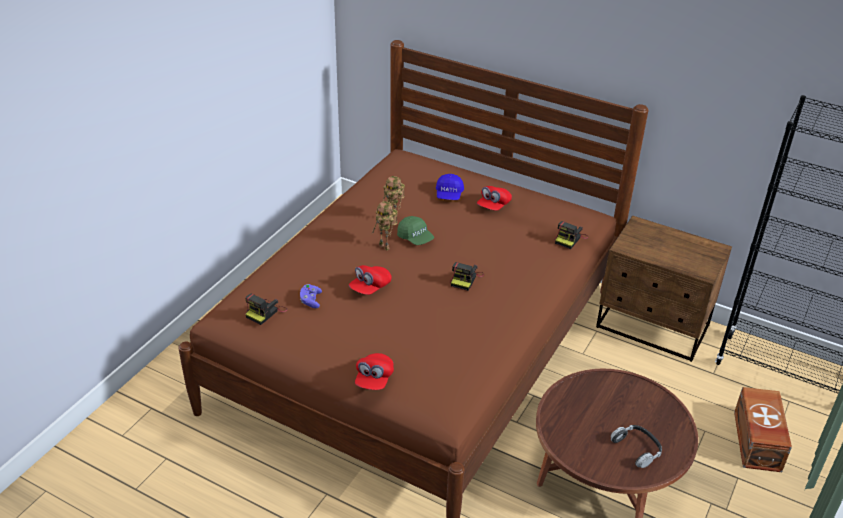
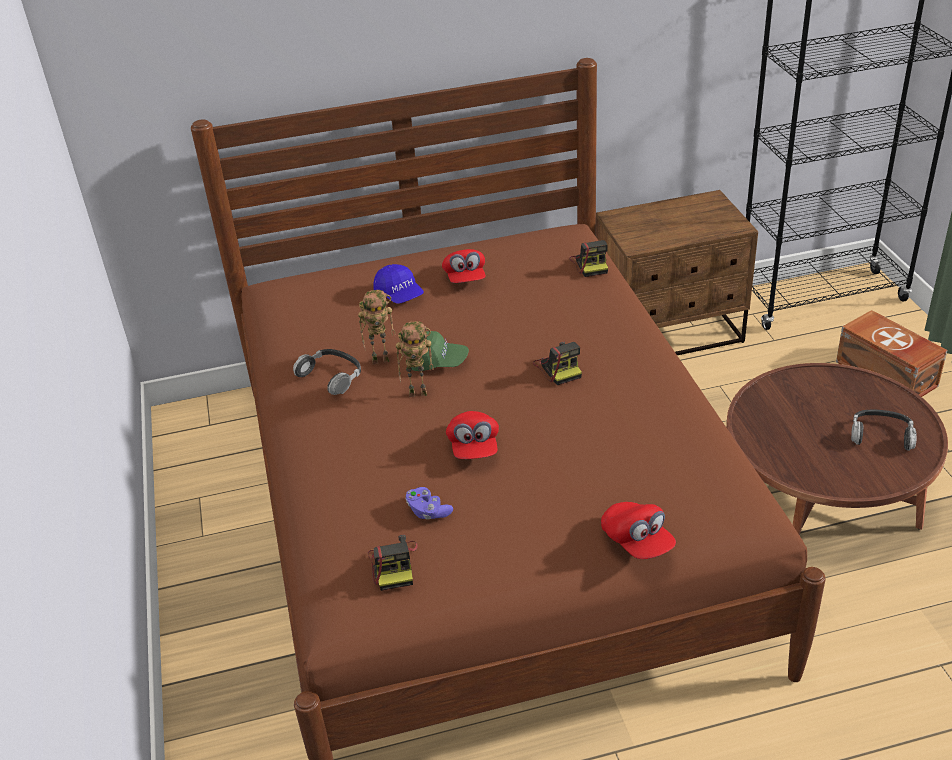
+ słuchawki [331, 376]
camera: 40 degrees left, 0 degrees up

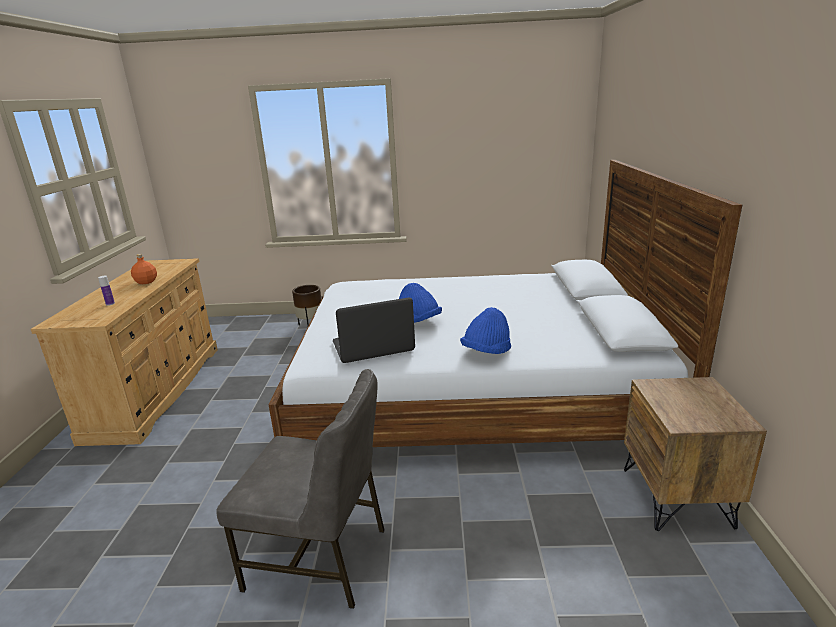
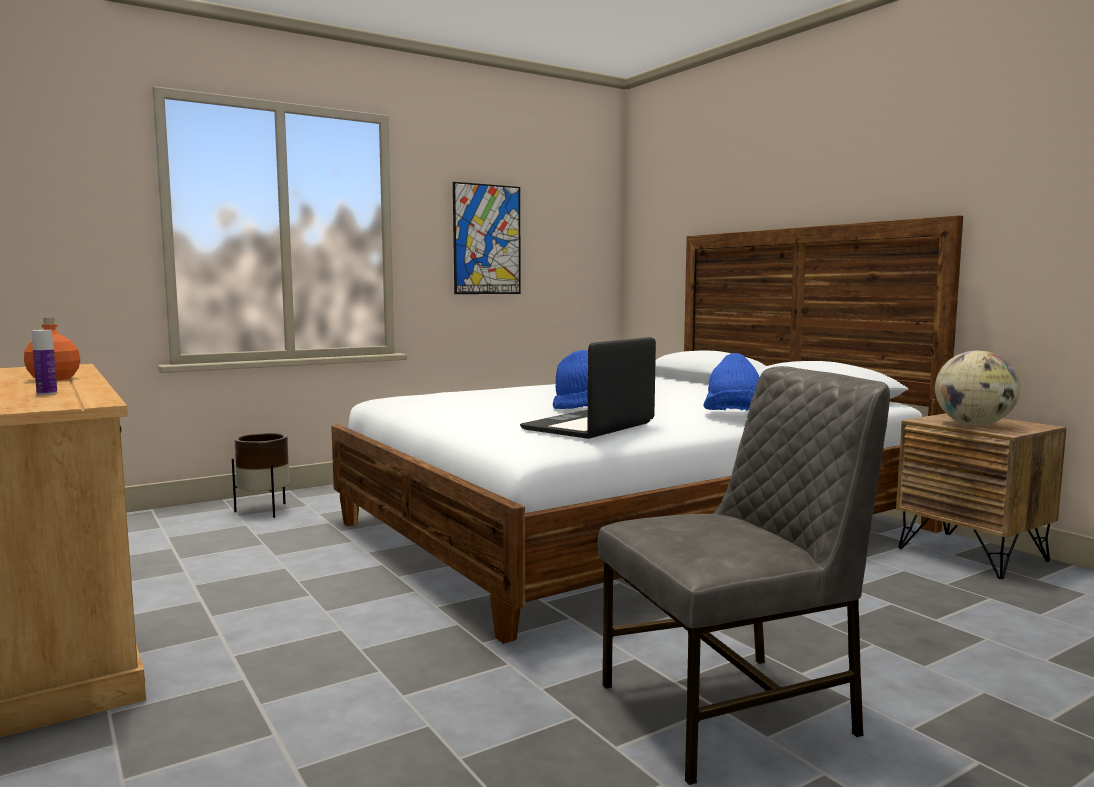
+ obraz [487, 239]
+ globus [974, 425]
camera: 35 degrees left, 15 degrees down

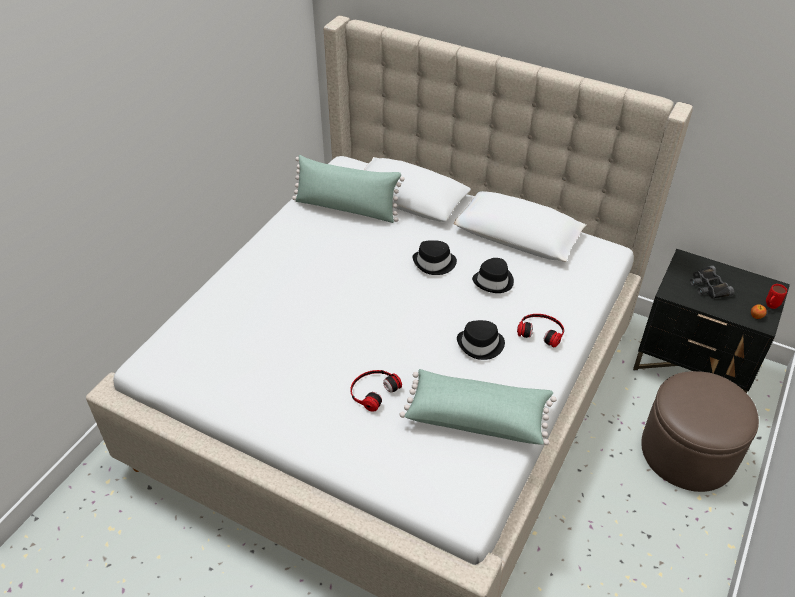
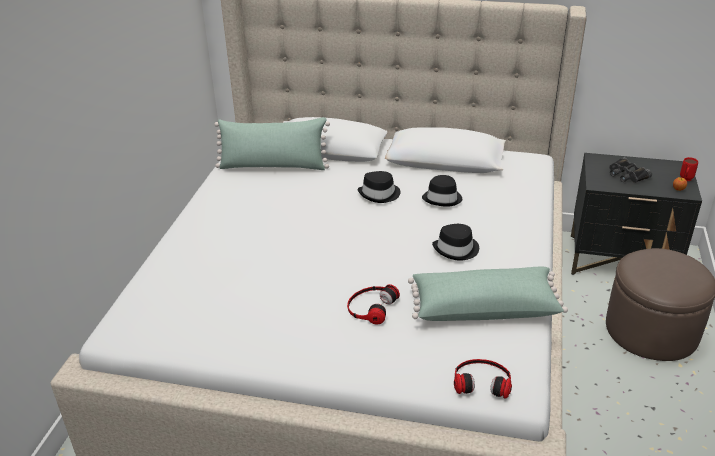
~ słuchawki [541, 331] to [482, 381]
camera: 15 degrees left, 10 degrees down

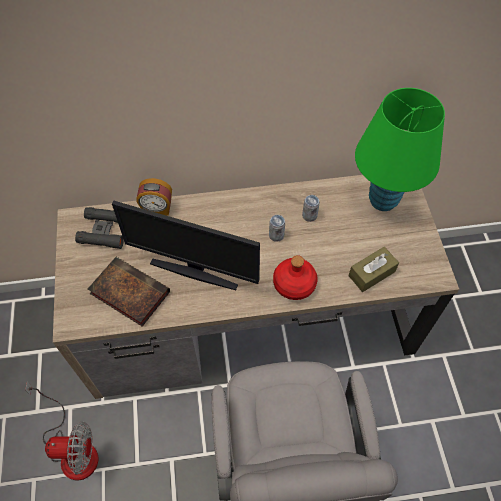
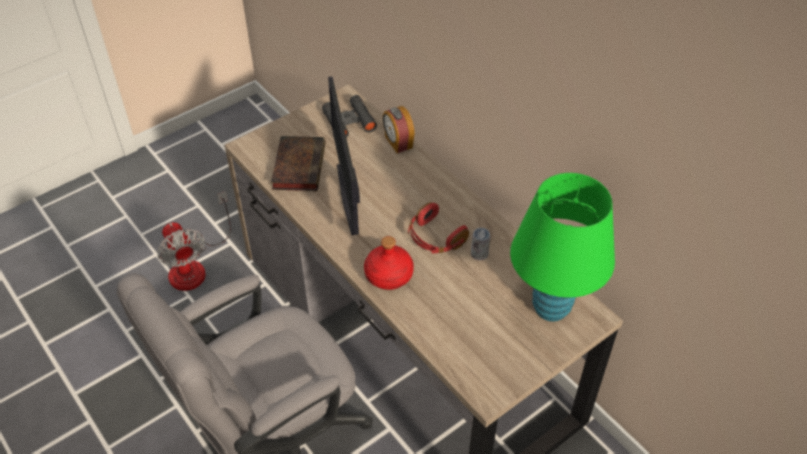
~ puszka [276, 235] to słuchawki [czerwony] [434, 238]
- pudełko chusteczek [brązowy] [371, 273]
camera: 60 degrees right, 10 degrees down

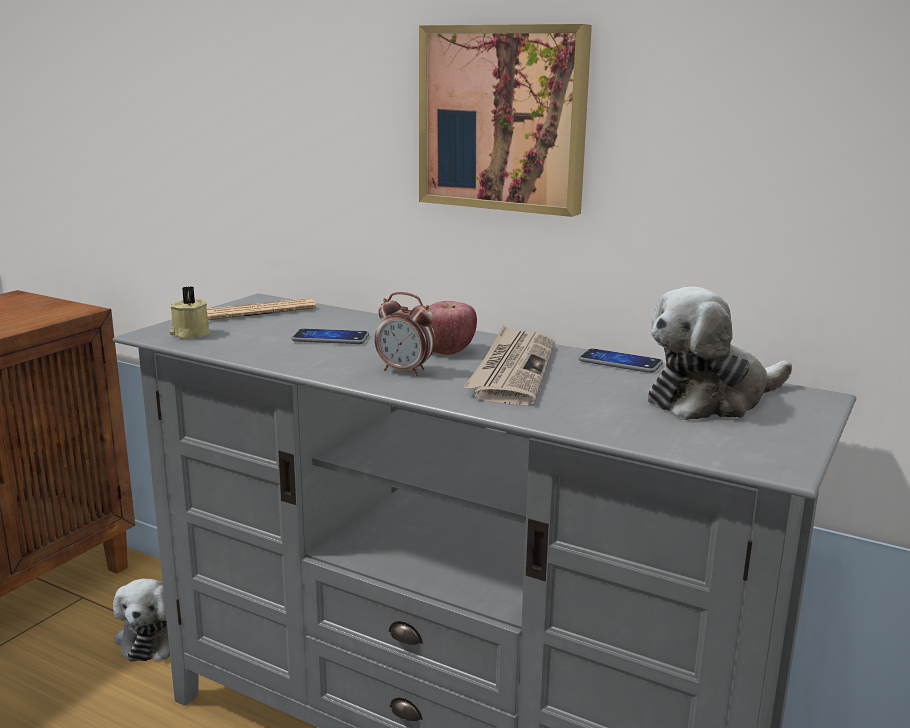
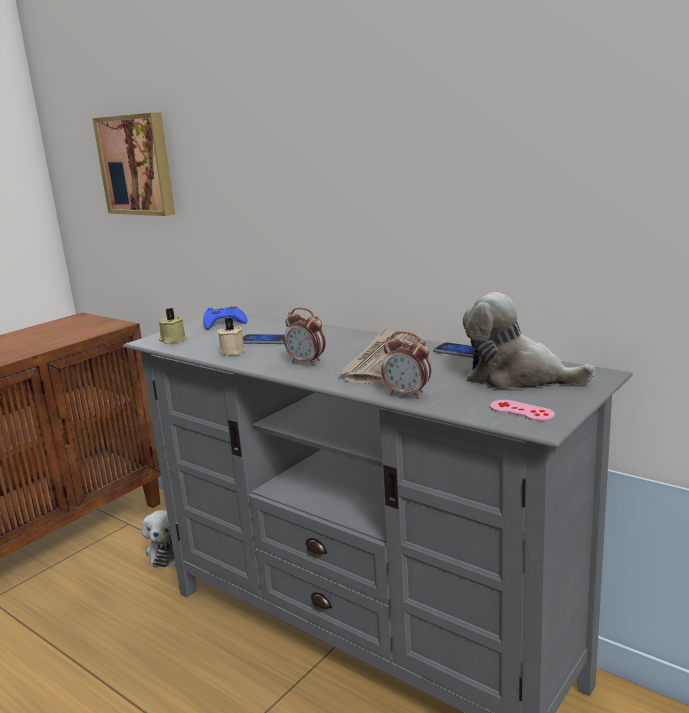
~ obraz [504, 118] to [138, 165]
~ pluszak [711, 399] = [517, 378] 45 degrees clockwise
~ gazeta [258, 312] to pad do gier [niebieski] [224, 323]
- jabłko [447, 351]
+ świeca [beżowy] [233, 351]
+ budzik [407, 394]
+ pad do gier [różowy] [521, 411]
camera: 10 degrees right, 0 degrees up

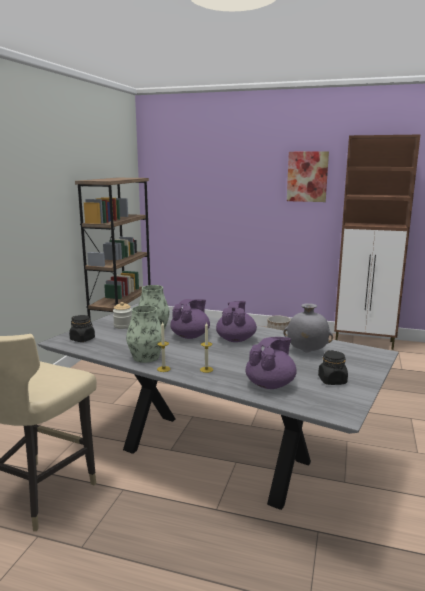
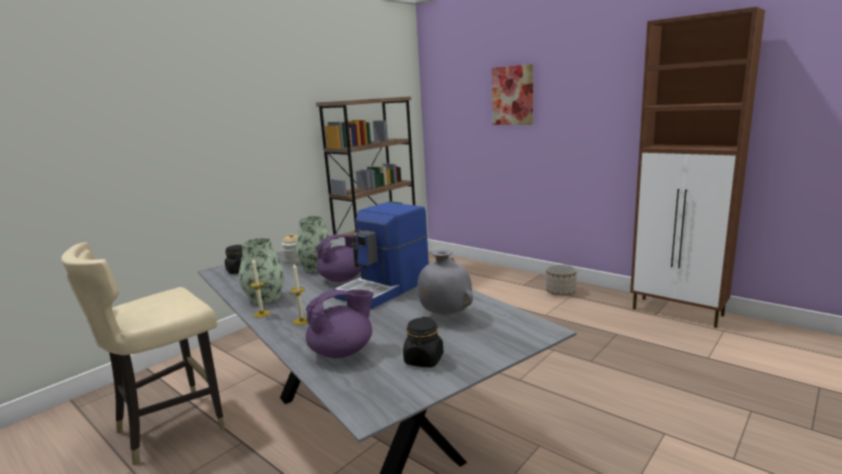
~ obraz [307, 176] to [513, 95]
~ imbryk [fioletowy] [236, 339] to ekspres do kawy [385, 288]
camera: 25 degrees right, 0 degrees up

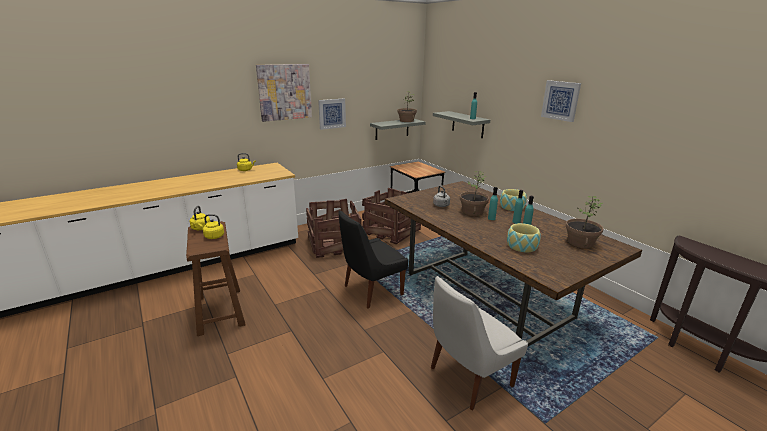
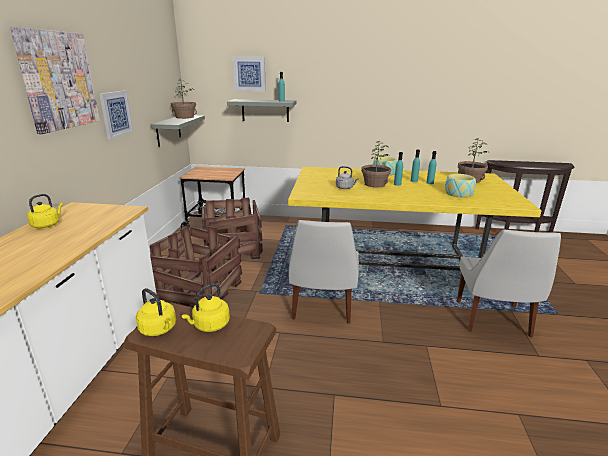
~ obraz [560, 100] to [249, 74]
~ stół jadalny [brązowy] [486, 295] to stół jadalny [żółty] [394, 260]
~ krzesło [czarny] [371, 291] to krzesło [biały] [322, 308]
camera: 50 degrees left, 0 degrees up

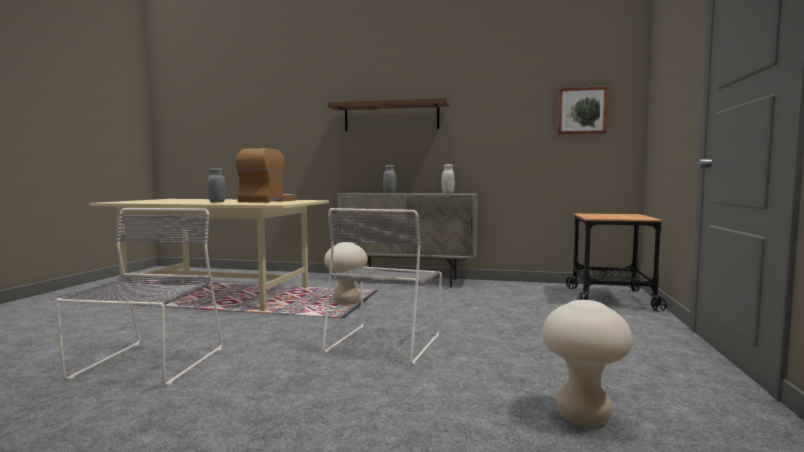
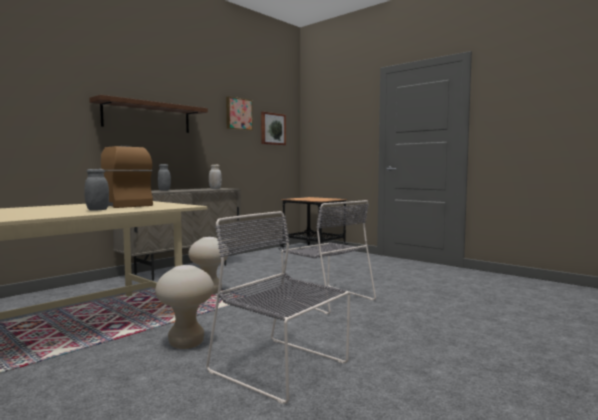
~ stołek [beżowy] [583, 417] to [186, 344]
+ obraz [238, 114]
camera: 60 degrees left, 0 degrees up

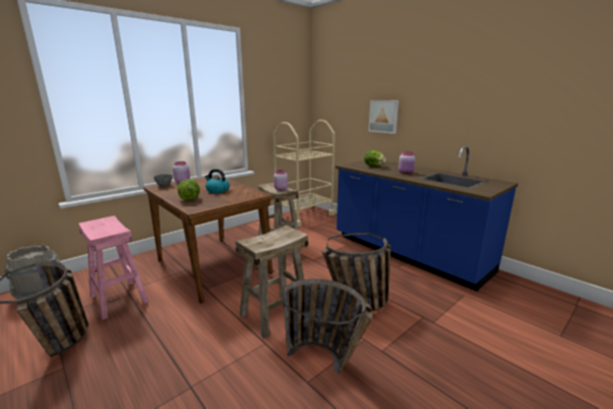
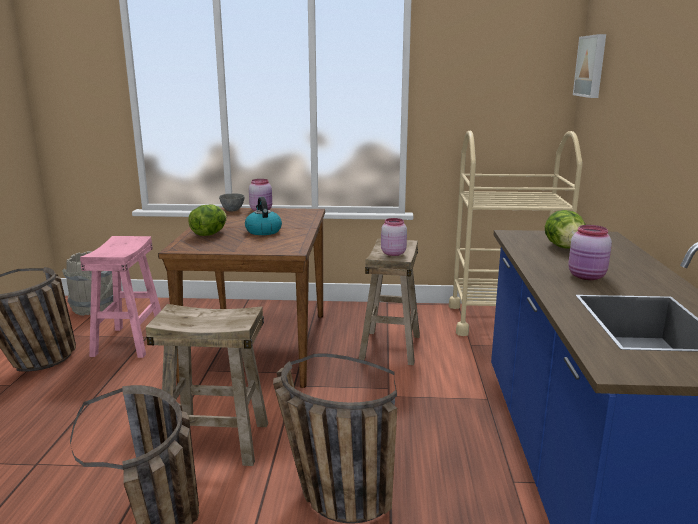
~ obraz [384, 116] to [592, 66]
camera: 45 degrees right, 0 degrees up

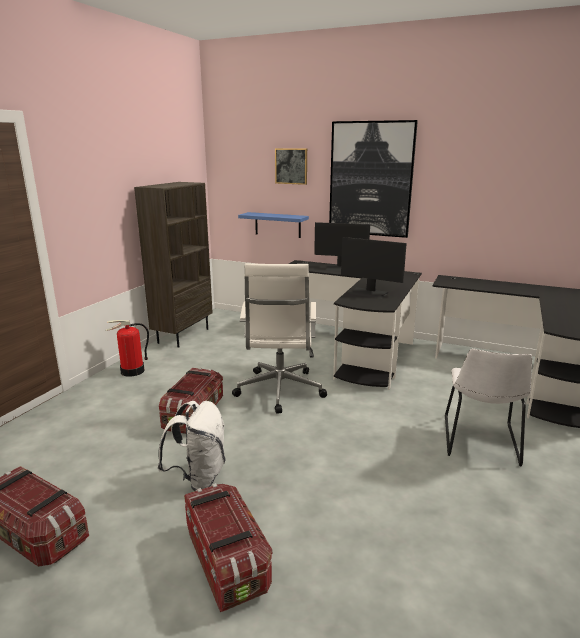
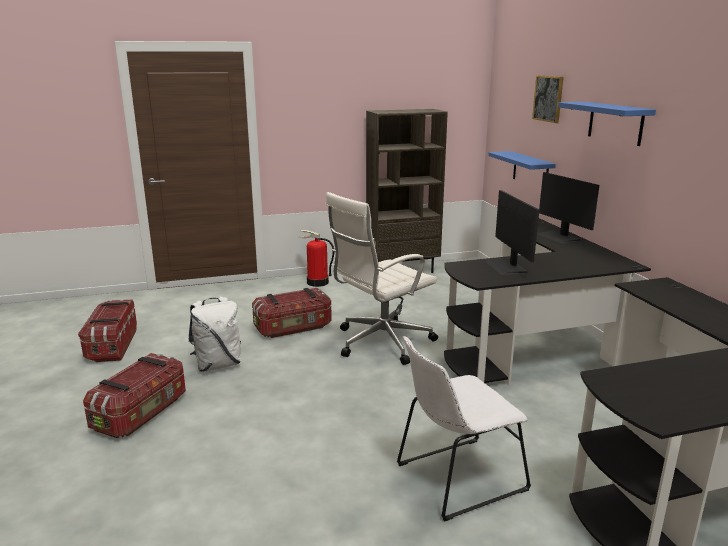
~ obraz [370, 179] to półka [niebieski] [615, 123]
camera: 50 degrees right, 0 degrees up

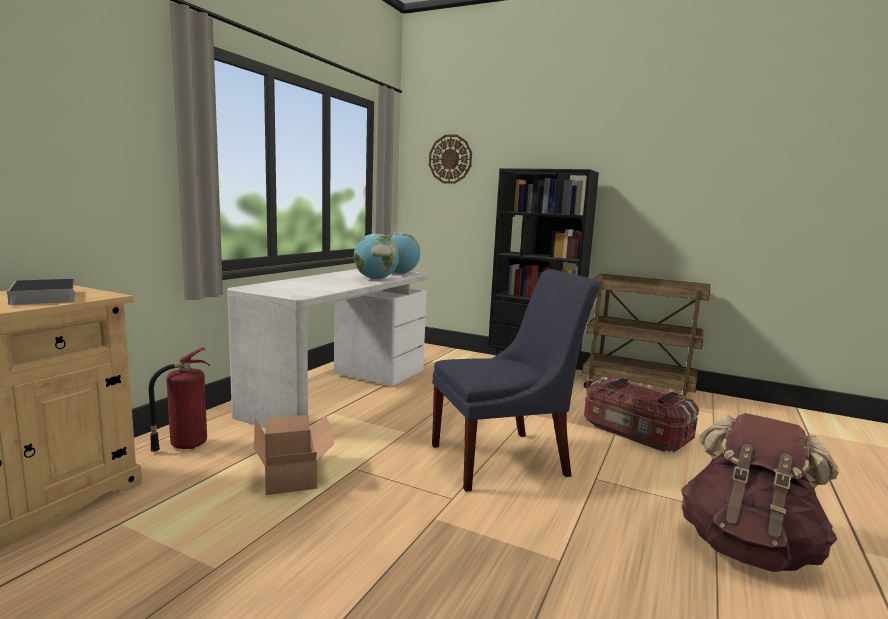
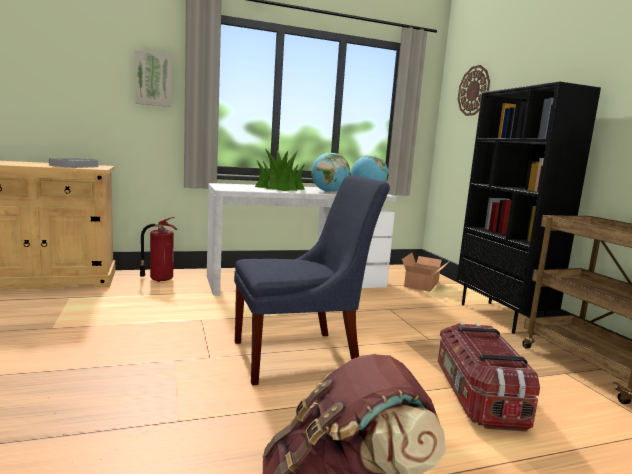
~ krzesło [niebieski] [505, 459] = [301, 356] 45 degrees counterclockwise
~ karton [293, 472] to [423, 284]
+ obraz [153, 79]
+ roślina doniczkowa [279, 188]
camera: 45 degrees right, 0 degrees up

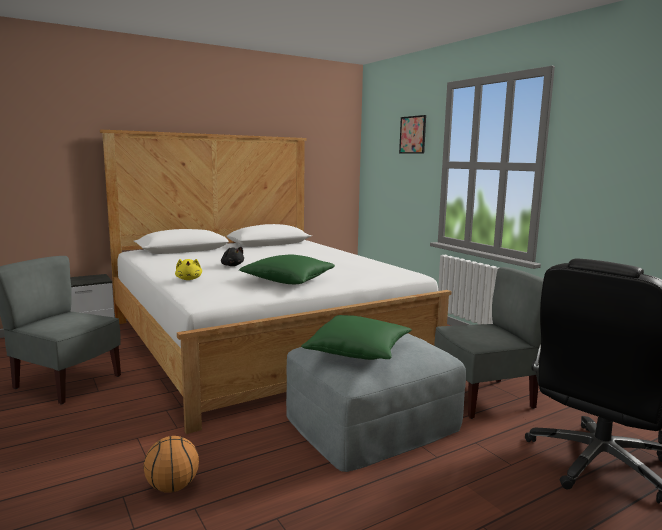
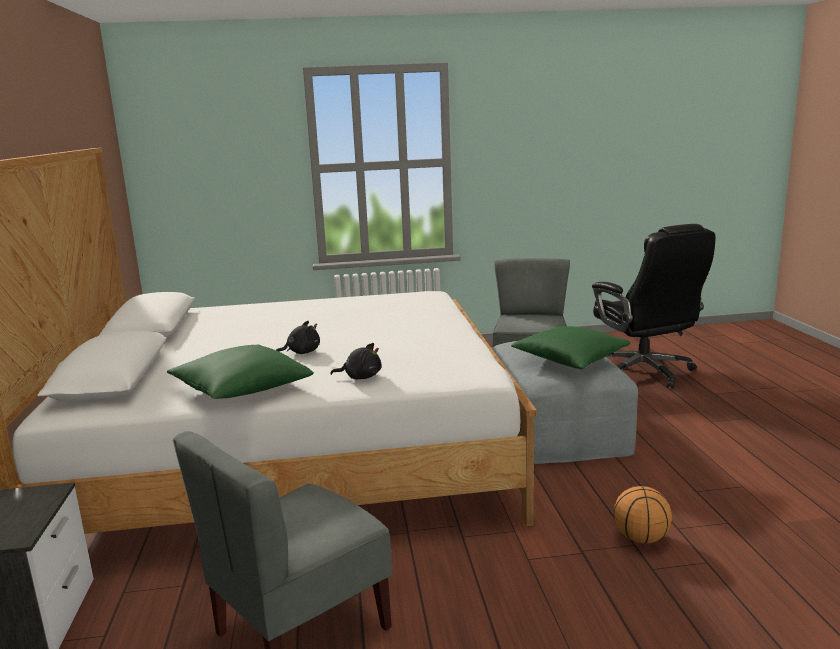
- obraz [412, 135]
~ poduszka [zielony] [288, 281] to [241, 389]
~ pluszak [żółty] [189, 279] to pluszak [czarny] [360, 377]
camera: 65 degrees left, 5 degrees up

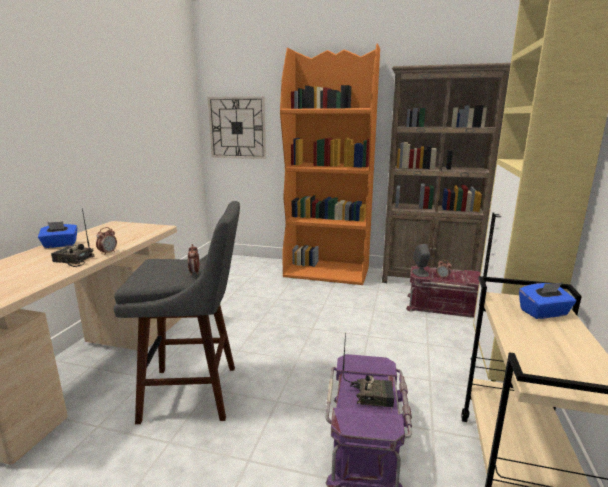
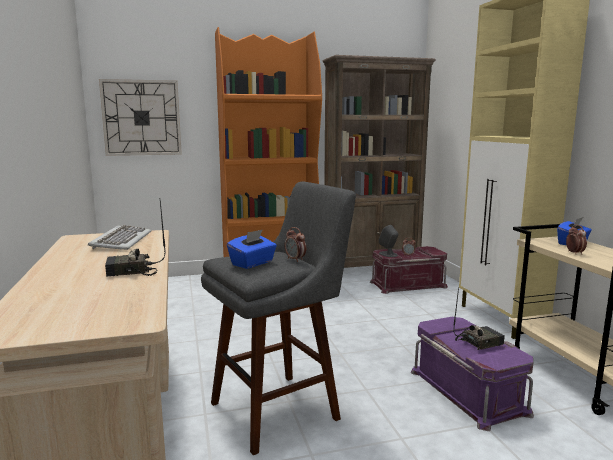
~ pudełko chusteczek [niebieski] [60, 245] to [252, 263]
~ budzik [108, 253] to [574, 253]
+ klawiatura [121, 241]
camera: 30 degrees left, 5 degrees down

